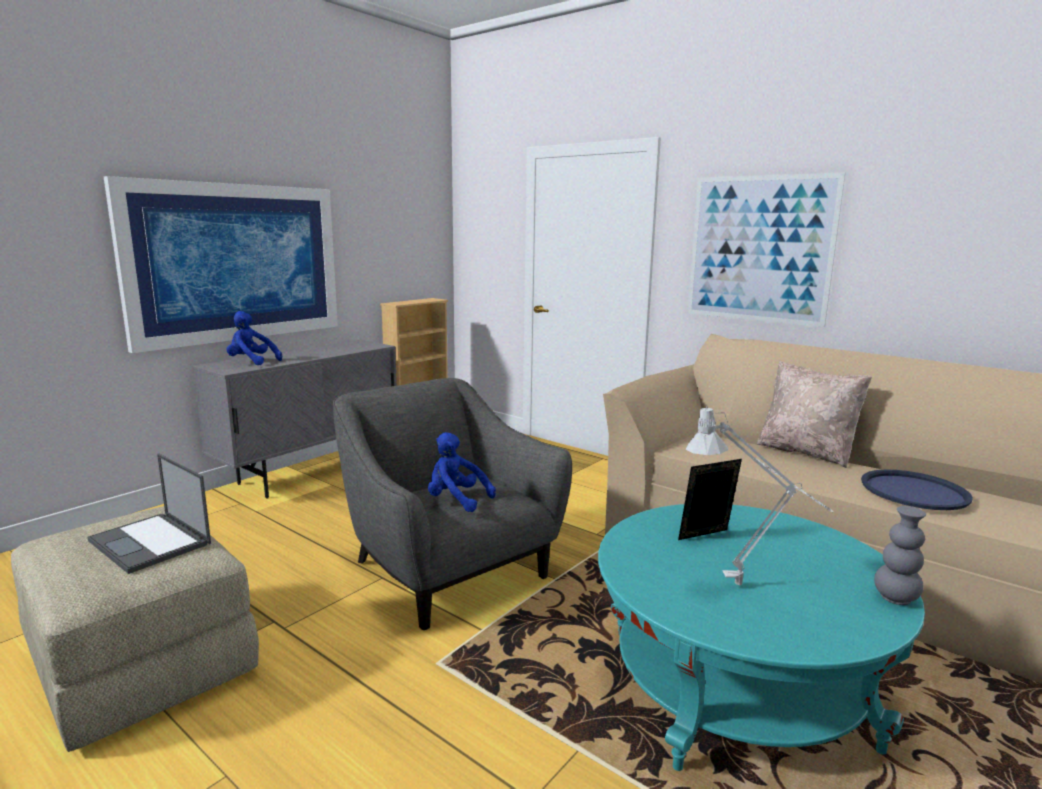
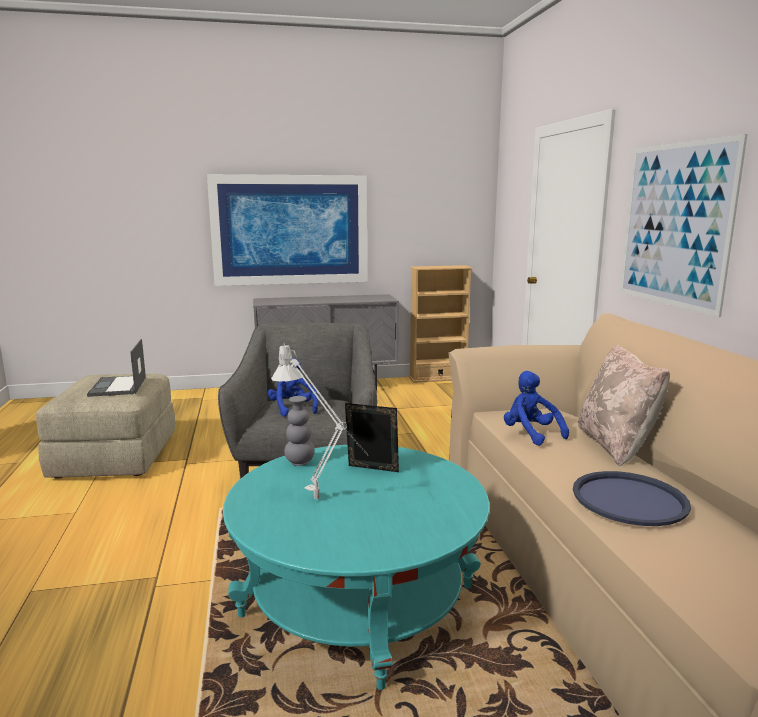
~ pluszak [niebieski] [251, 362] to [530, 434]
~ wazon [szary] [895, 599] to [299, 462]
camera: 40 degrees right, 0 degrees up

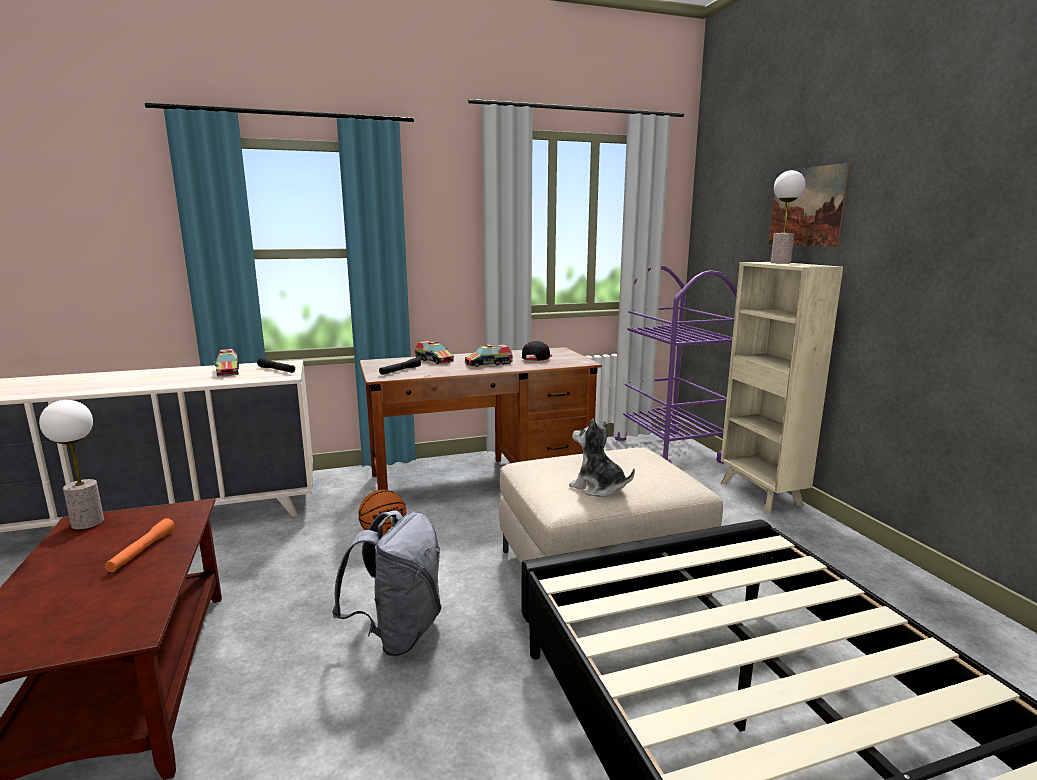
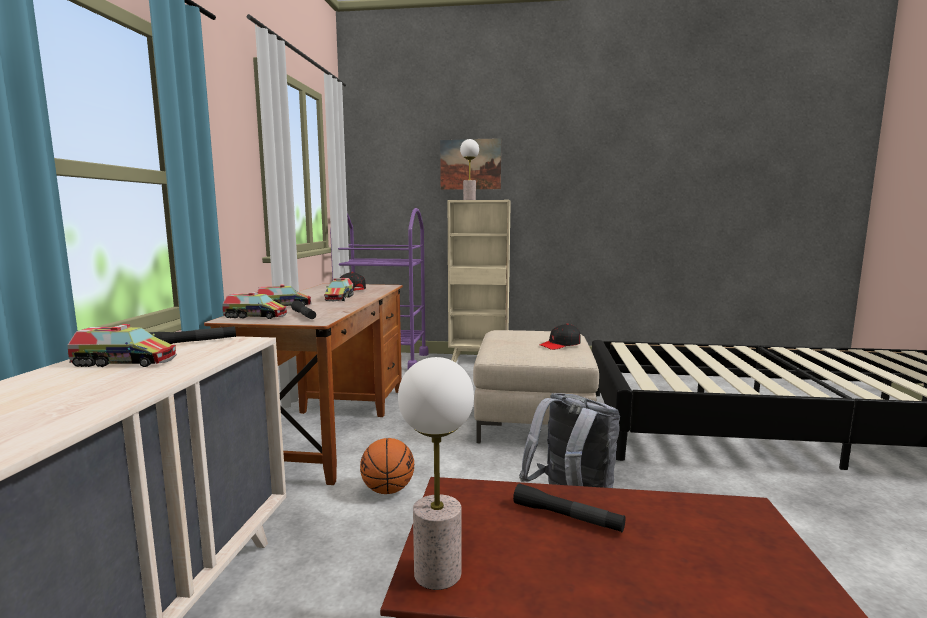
~ pluszak [598, 487] to czapka z daszkiem [czarny] [560, 345]
~ latarka [pomarańczowy] [142, 551] to latarka [czarny] [567, 517]
+ ciężarówka zabawkowa [255, 316]
camera: 65 degrees left, 5 degrees down

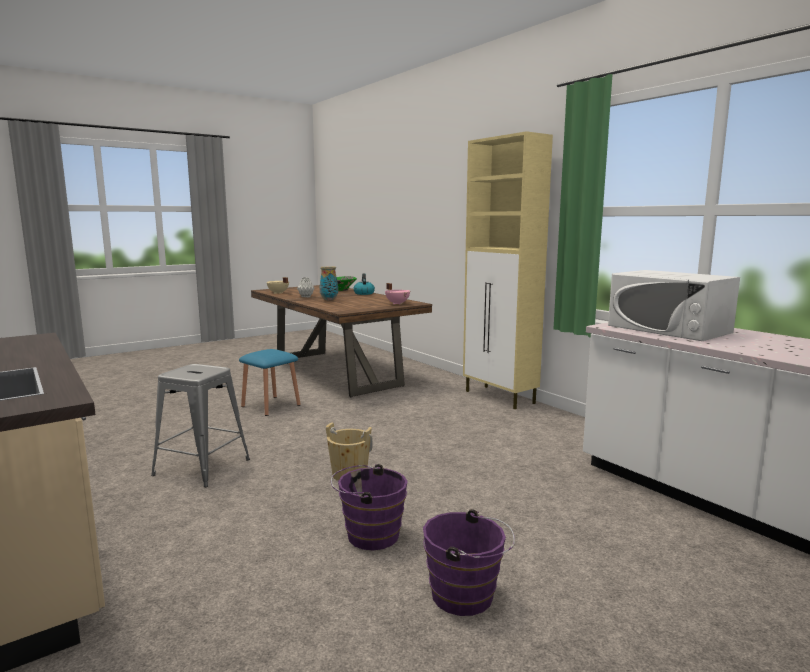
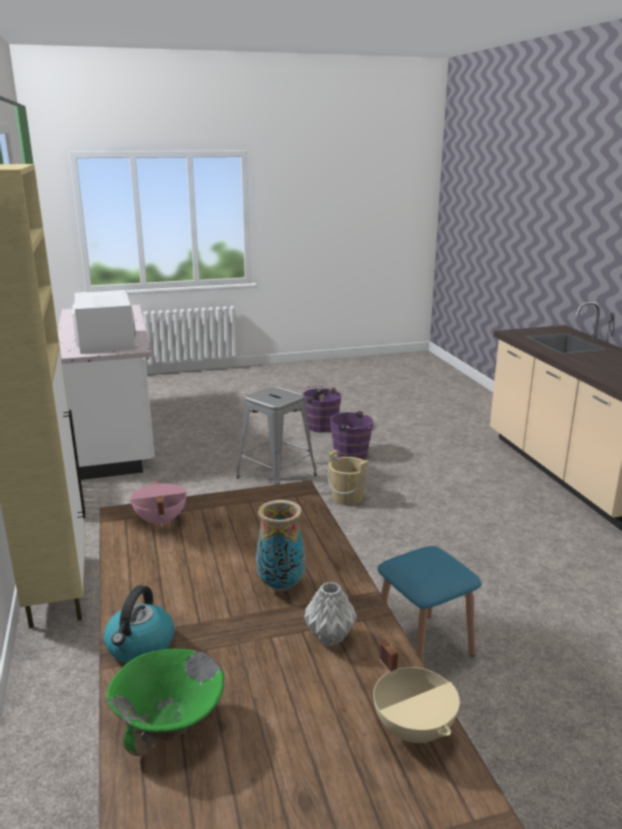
~ stołek [szary] [201, 467] to [277, 476]
camera: 160 degrees left, 10 degrees up

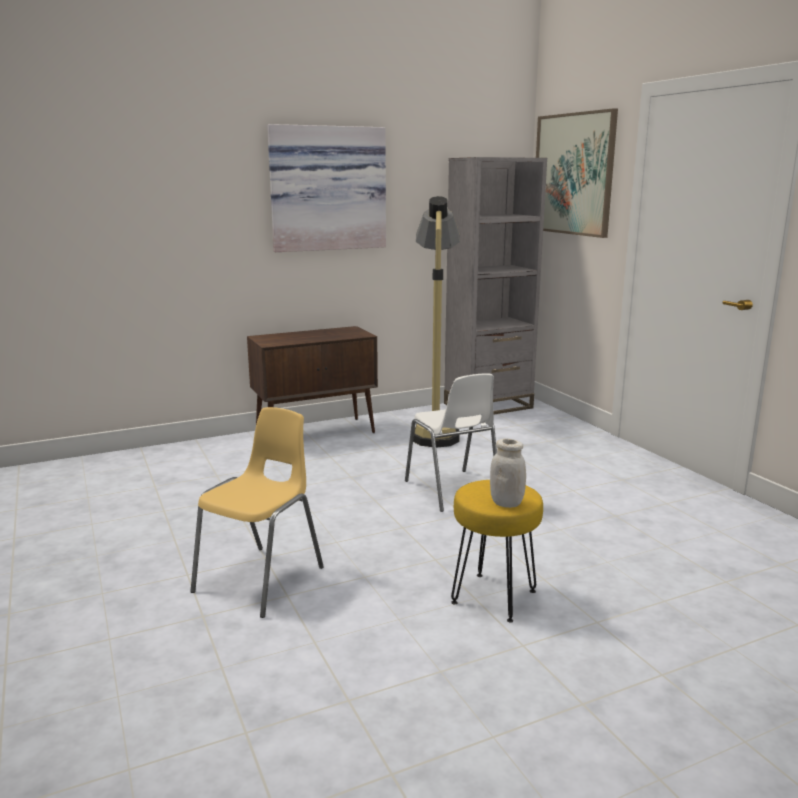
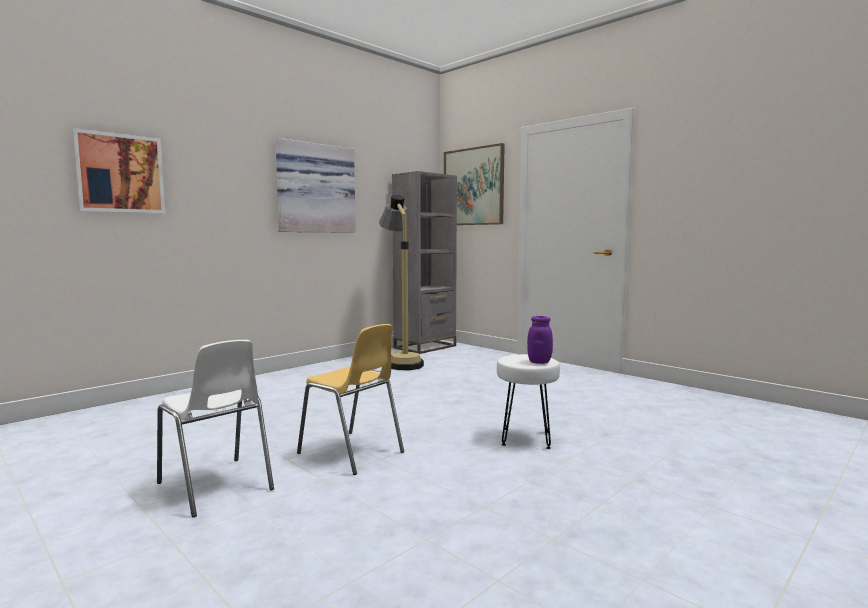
- szafka [brązowy] [316, 433]
~ krzesło [biały] [452, 491] to [216, 487]
~ krzesło [żółty] [261, 579] = [352, 453] 120 degrees clockwise
~ słoik [biały] [506, 503] to słoik [fioletowy] [539, 362]
~ stołek [żółty] [494, 597] to stołek [biały] [526, 438]
+ obraz [120, 173]
camera: 20 degrees left, 10 degrees down

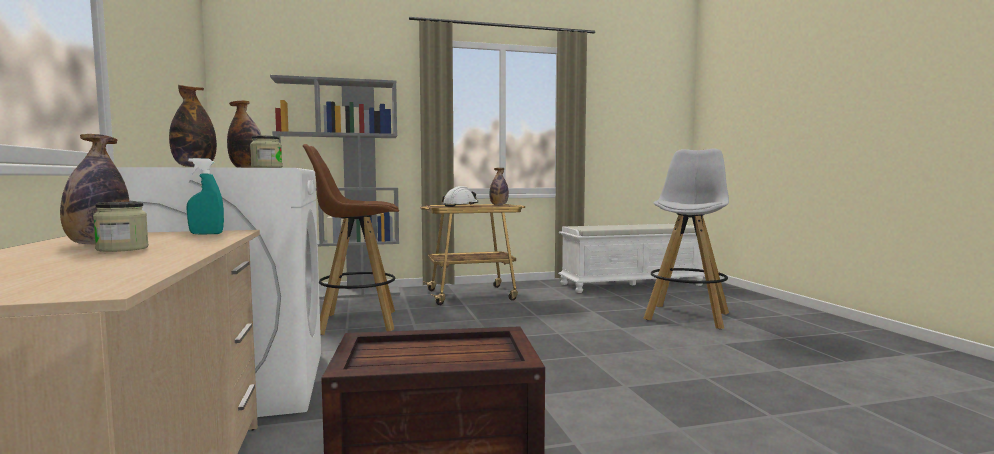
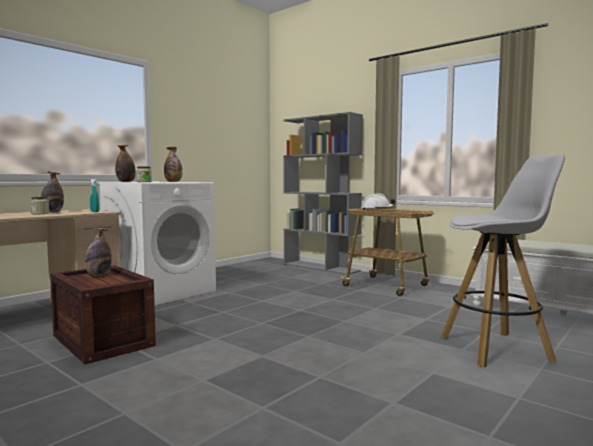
- stołek [brązowy] [356, 323]
~ butelka [498, 205] to [98, 275]
camera: 55 degrees right, 0 degrees up

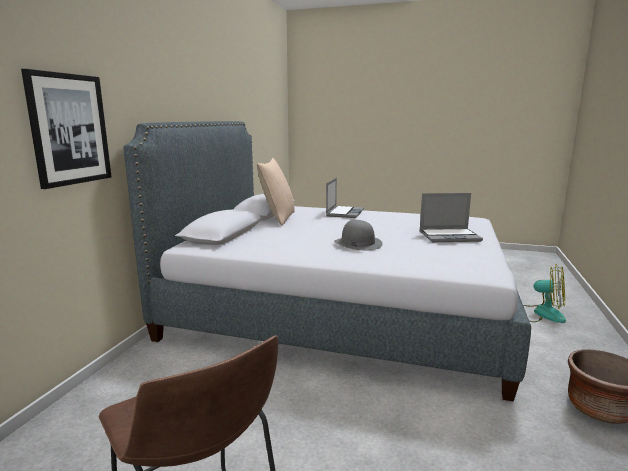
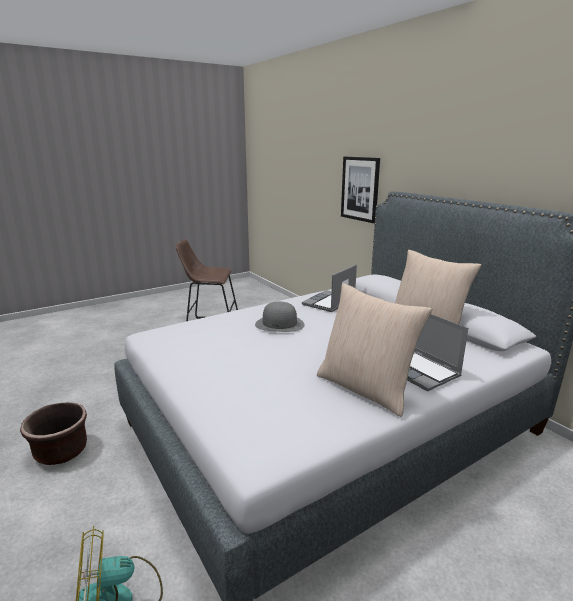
~ laptop [450, 236] to [329, 302]
+ poduszka [beżowy] [366, 388]
camera: 130 degrees right, 5 degrees up

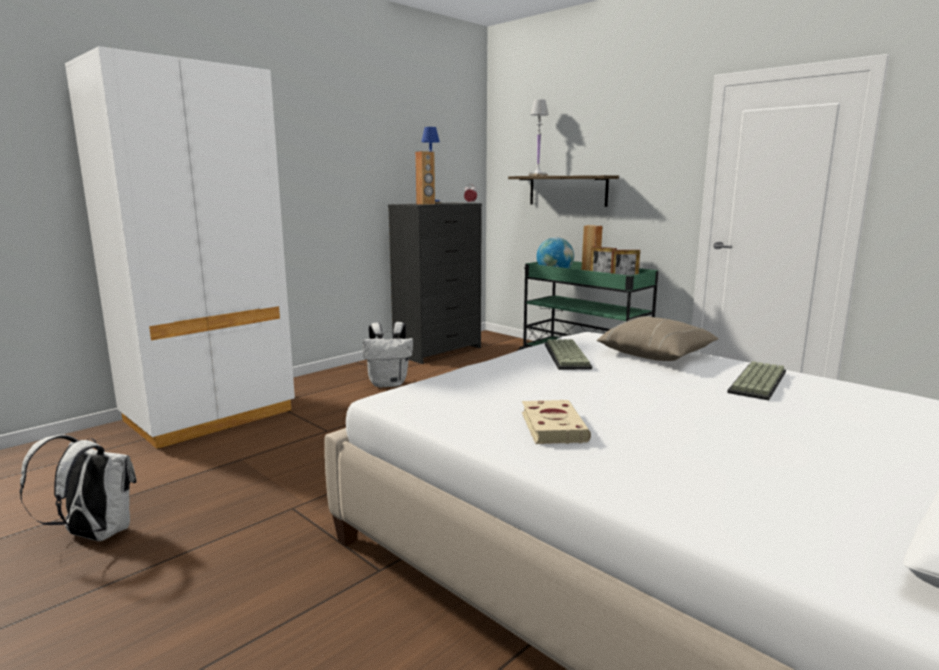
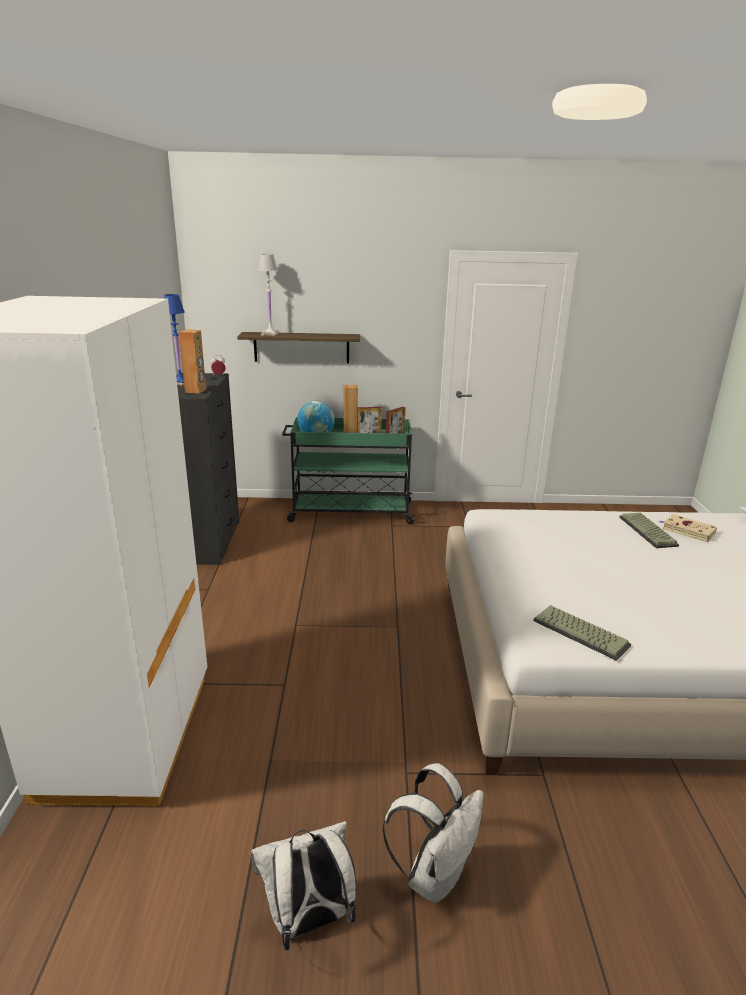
- poduszka [beżowy] [656, 355]
~ plecak [biały] [389, 383] to [434, 873]
~ klawiatura [568, 356] to [582, 633]
~ książka [beżowy] [552, 426] to [687, 530]
camera: 45 degrees left, 10 degrees up

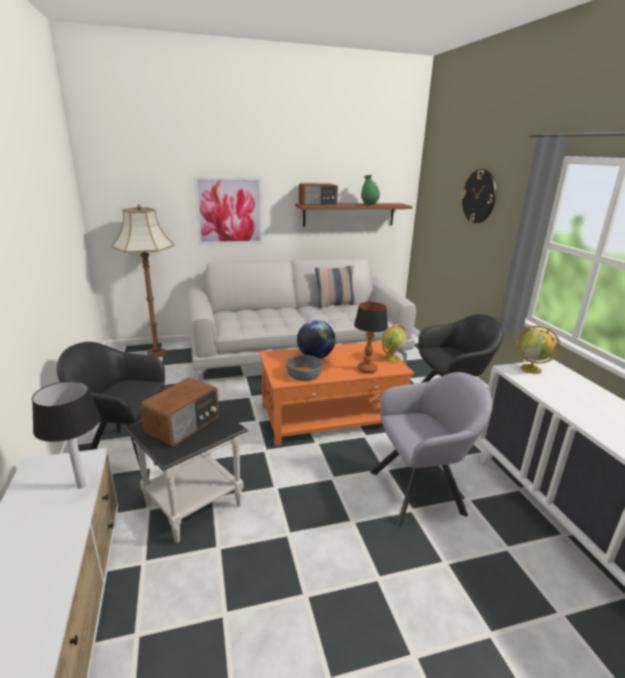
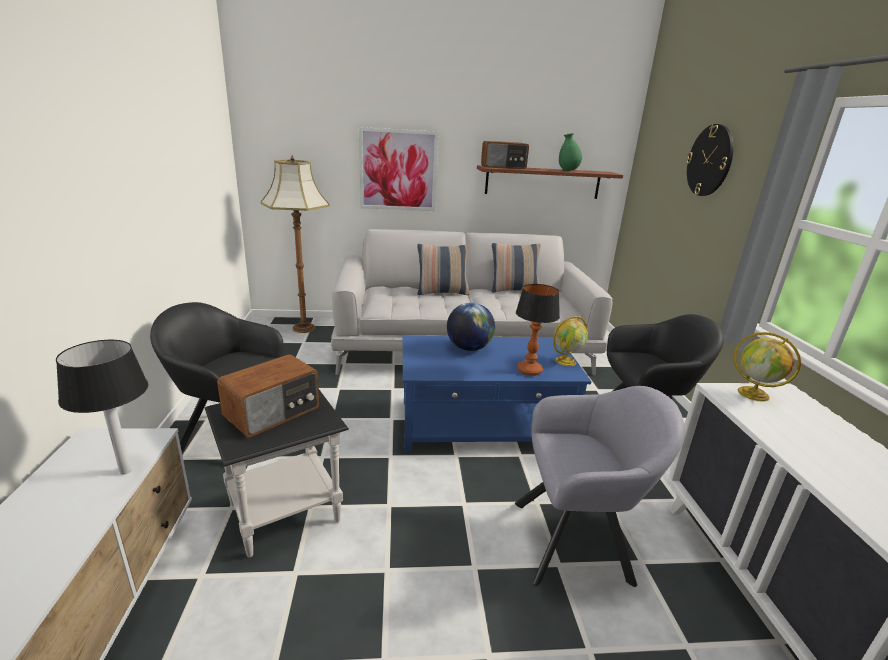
~ ława [pomarańczowy] [331, 416] to ława [niebieski] [484, 424]
- miska [szary] [304, 374]
+ poduszka [442, 292]
camera: 10 degrees right, 0 degrees up

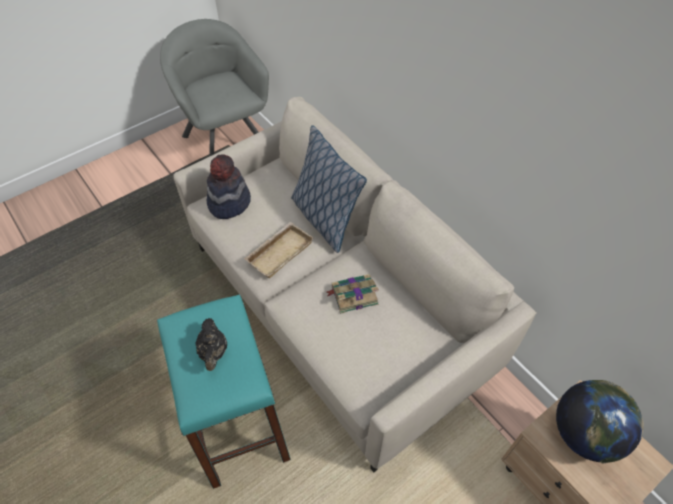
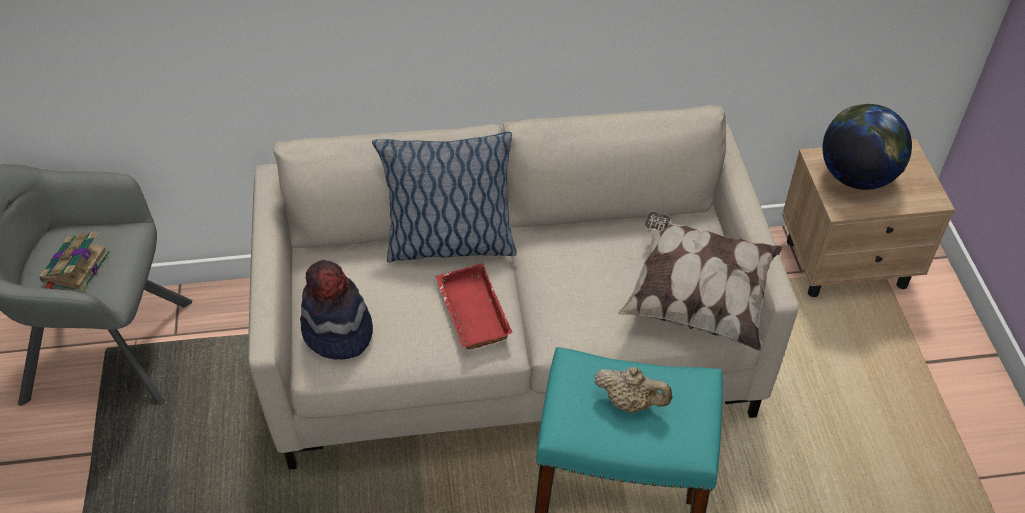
~ taca [beżowy] [279, 252] to taca [czerwony] [470, 311]
~ książka [353, 295] to [75, 269]
~ imbryk [czarny] [213, 352] to imbryk [beżowy] [630, 402]
+ poduszka [697, 298]
camera: 60 degrees left, 5 degrees down

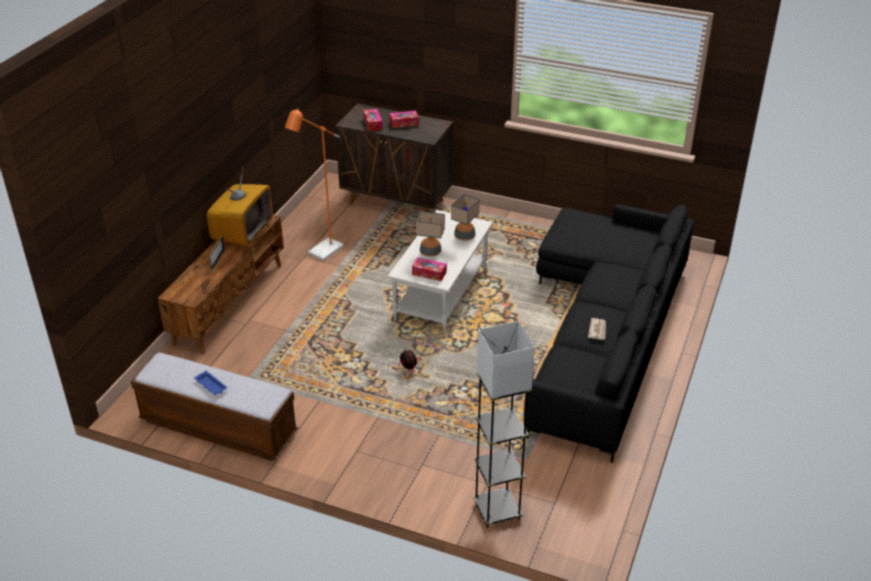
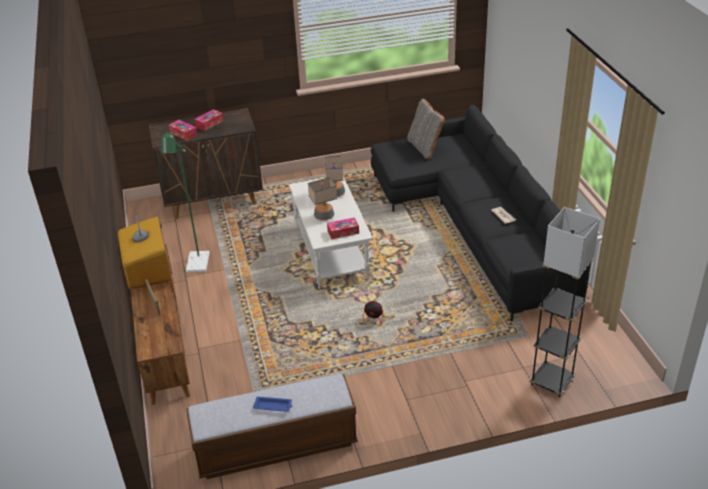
~ lampa stojąca [pomarańczowy] [321, 253] to lampa stojąca [zielony] [197, 266]
+ poduszka [szary] [425, 148]
camera: 35 degrees left, 0 degrees up

